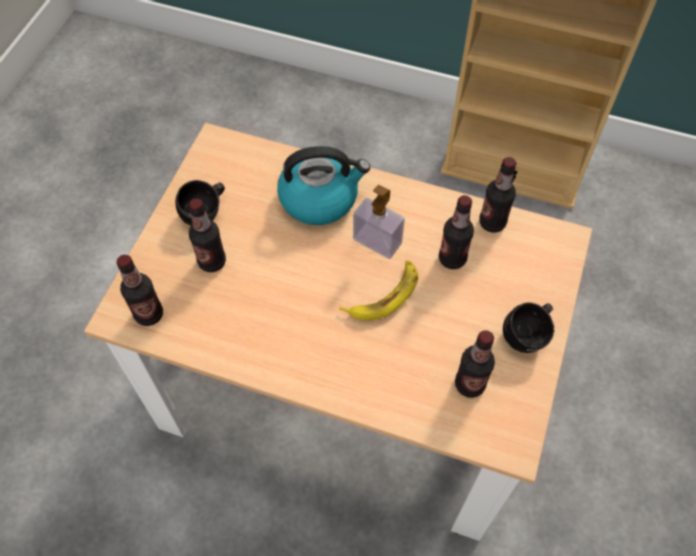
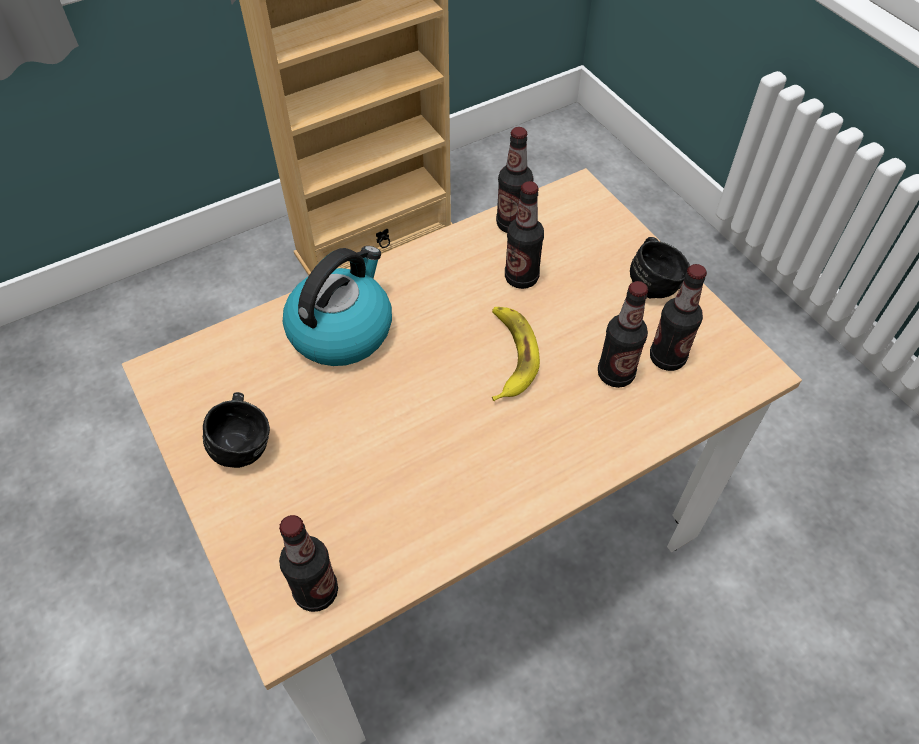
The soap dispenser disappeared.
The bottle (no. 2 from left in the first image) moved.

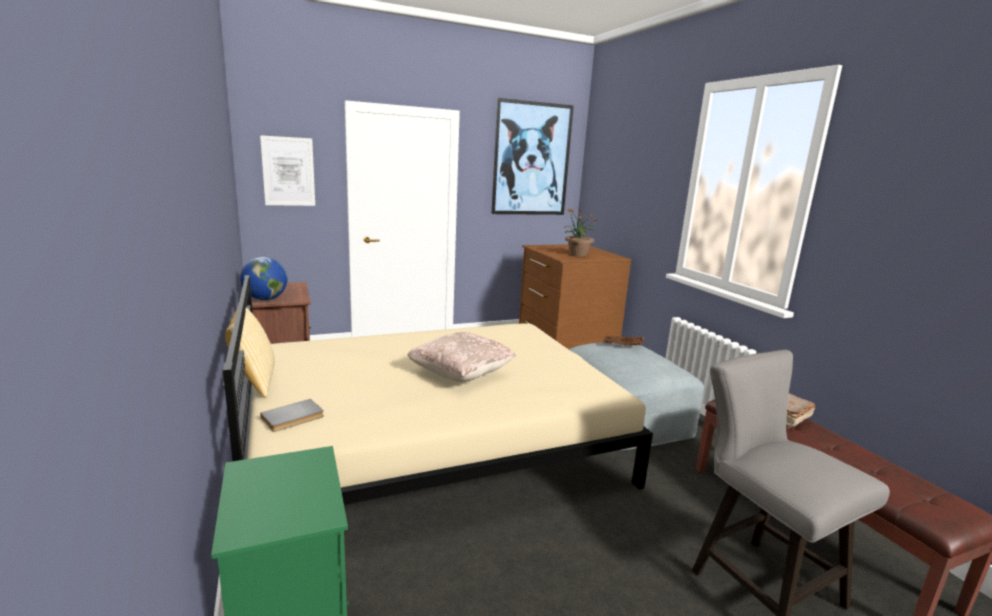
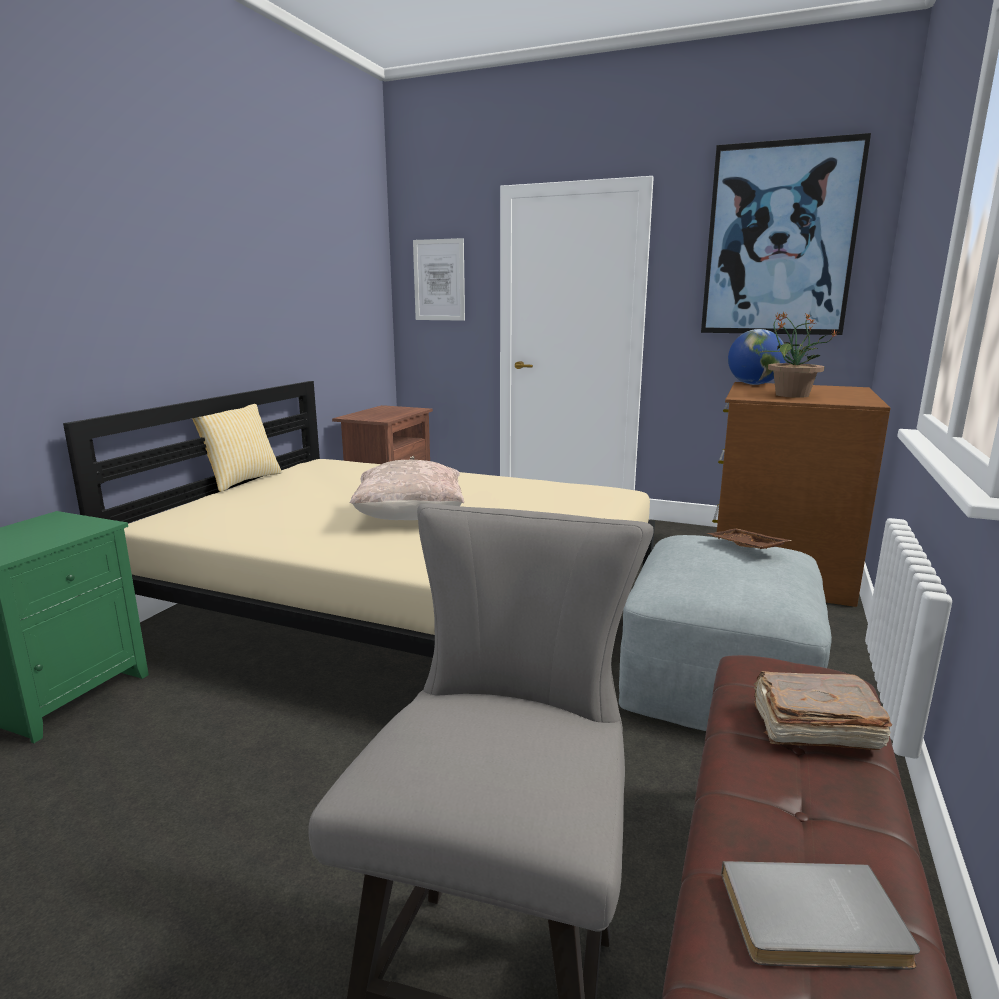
The globe moved.
The grey book moved.

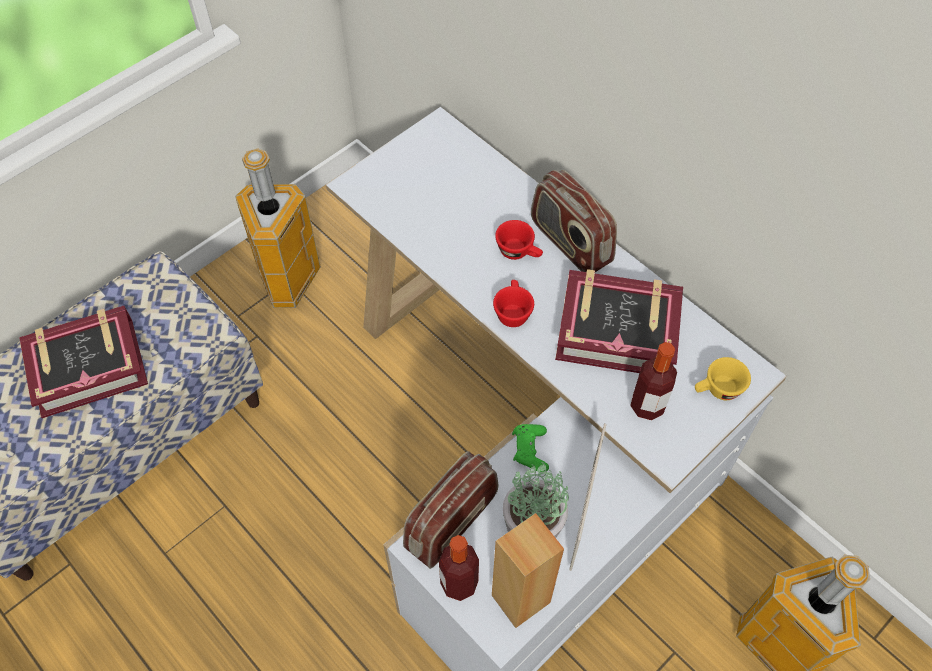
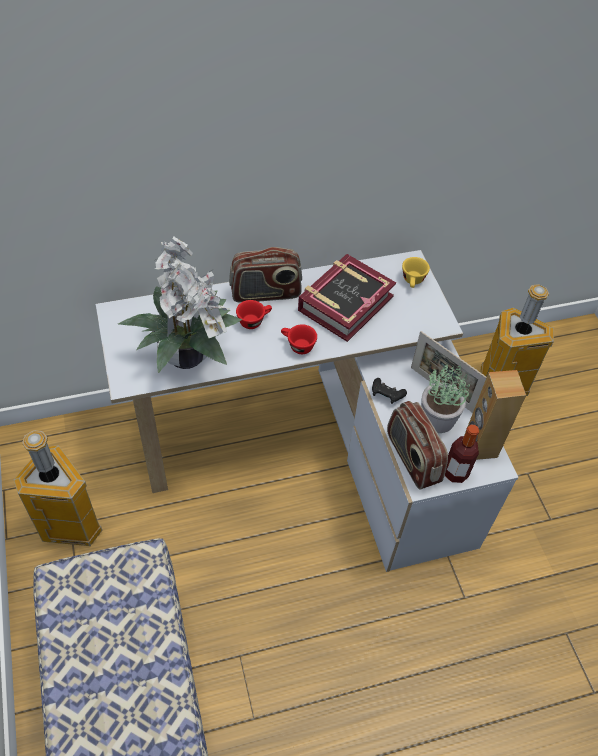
The book (no. 1 from left) disappeared.
The bottle (no. 2 from left) disappeared.
The green game controller became the black game controller.
The potted plant (no. 1 from left) appeared.

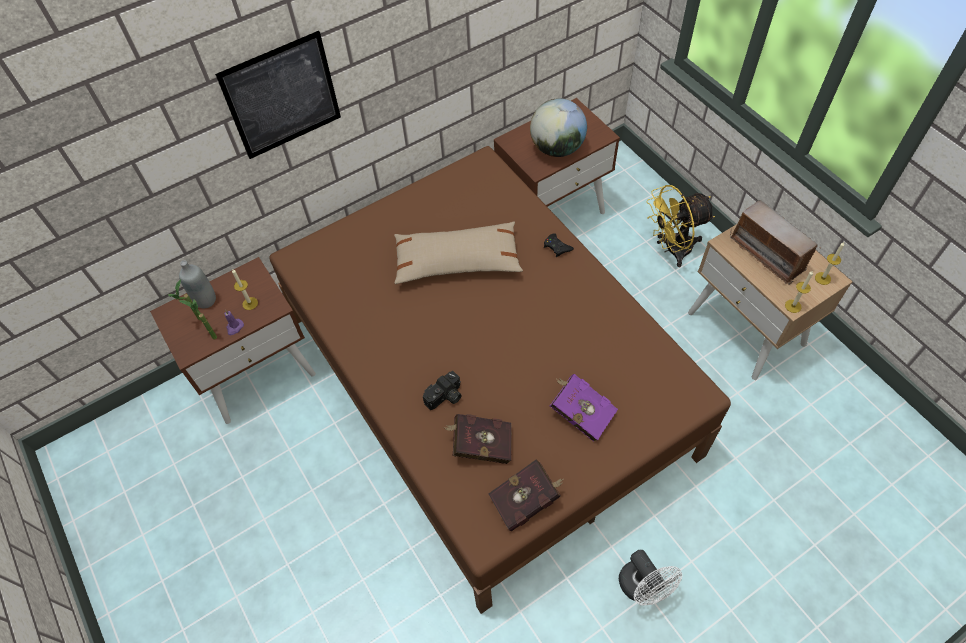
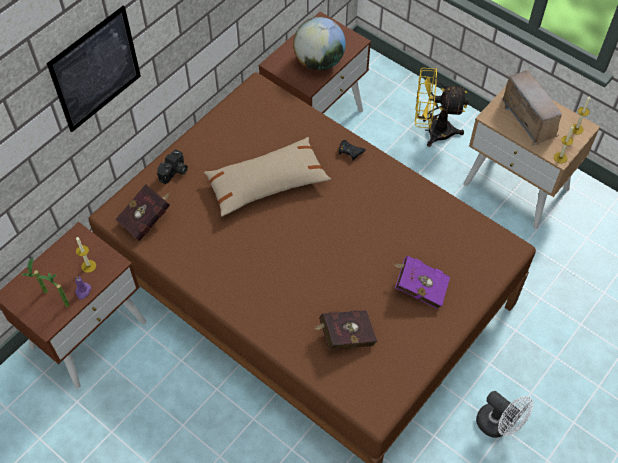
The yellow fan turned 45 degrees clockwise.
The radio turned 150 degrees counterclockwise.
The grey bottle disappeared.
The photo camera moved.
The red book (no. 2 from left in the first image) moved.

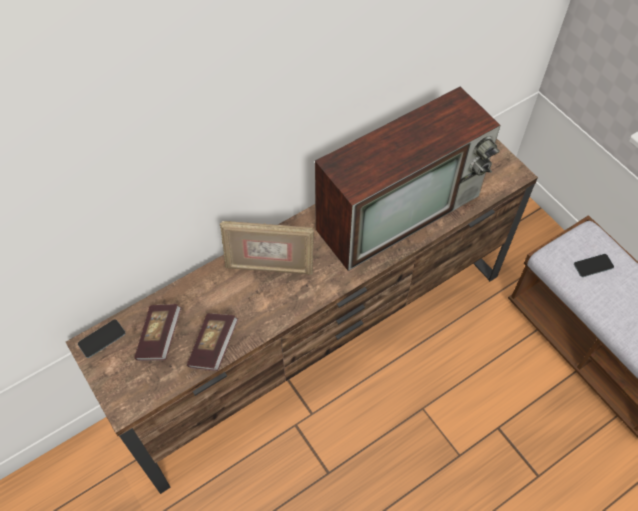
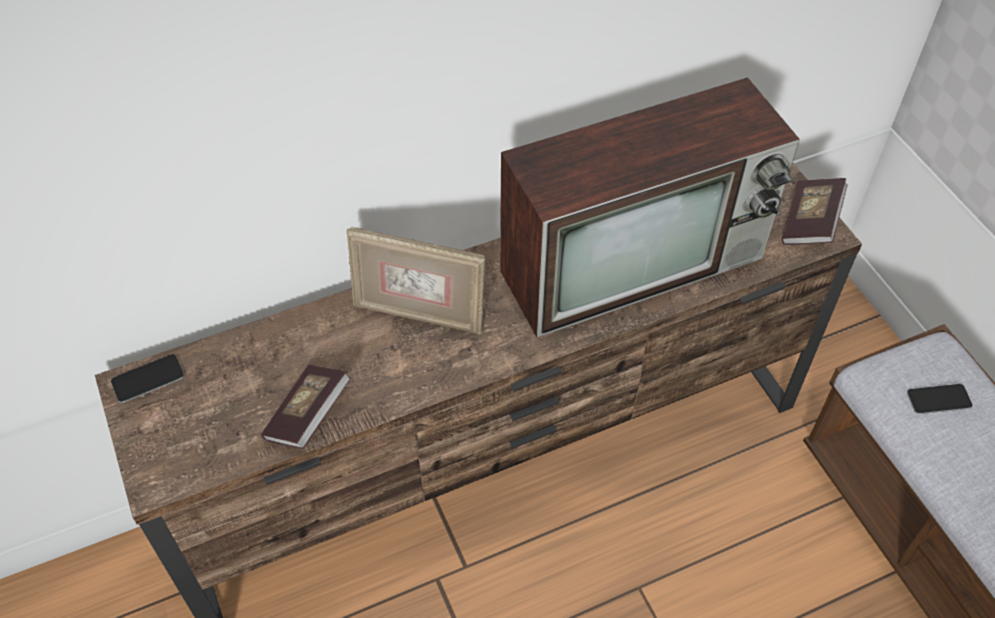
The book (no. 1 from left in the first image) moved.

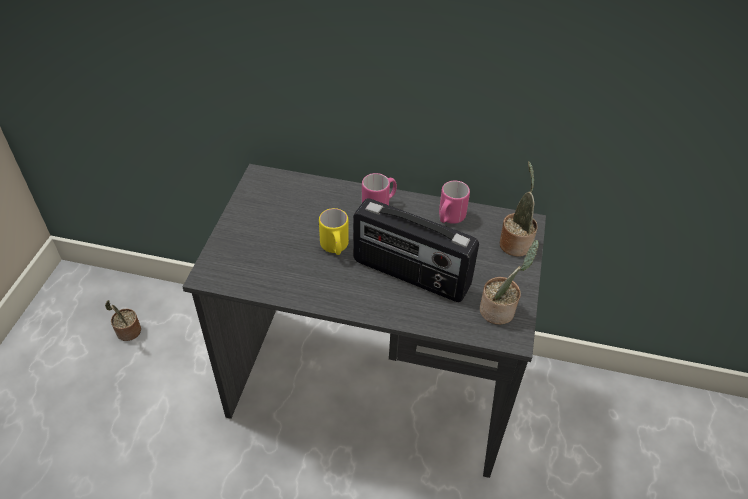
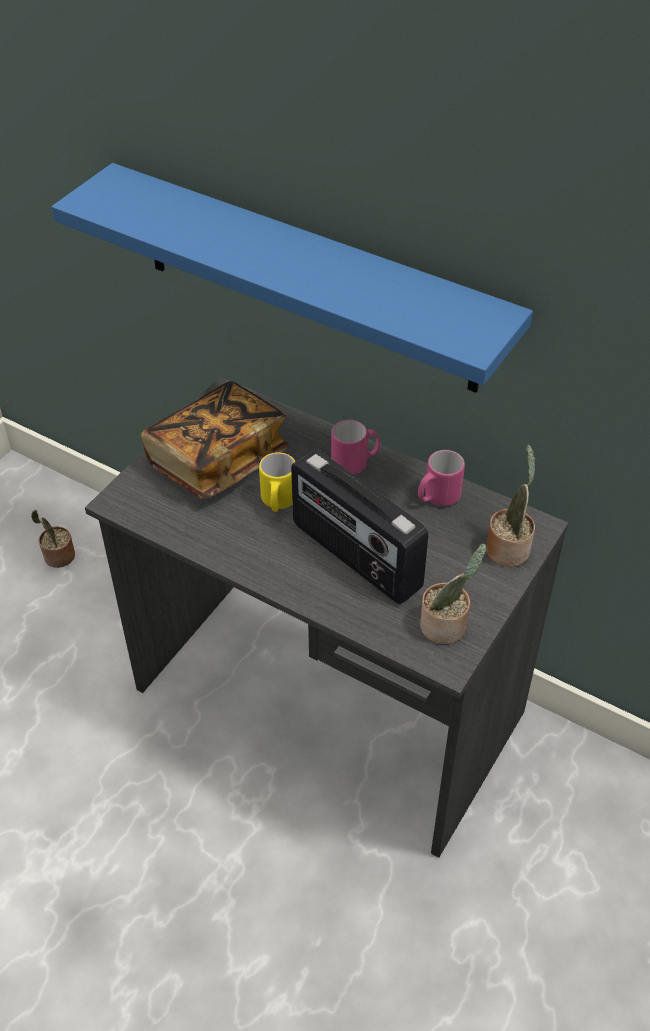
The blue shelf appeared.
The book appeared.

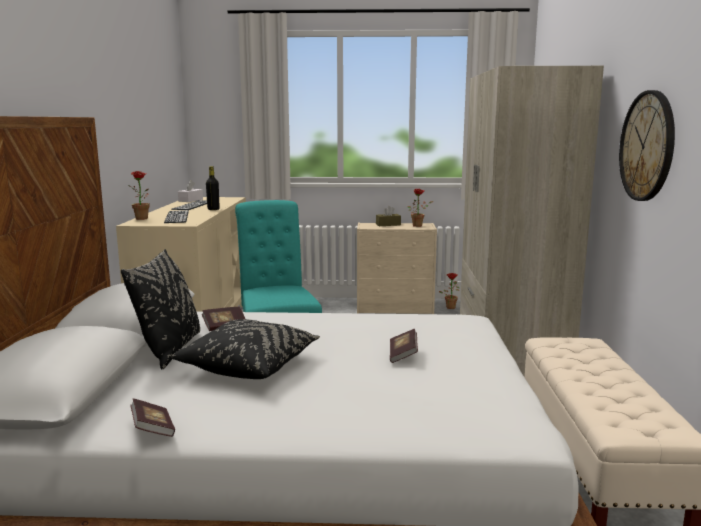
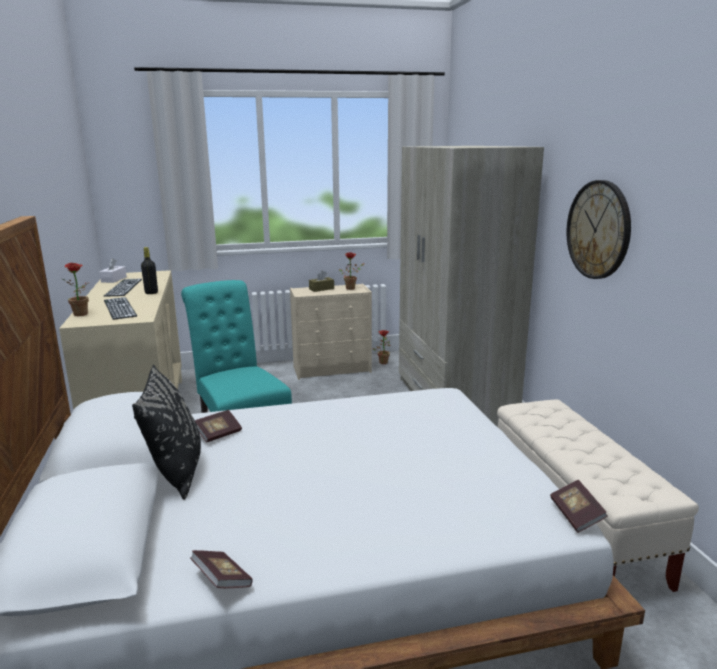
The black pillow (no. 2 from left) disappeared.
The book (no. 3 from left) moved.

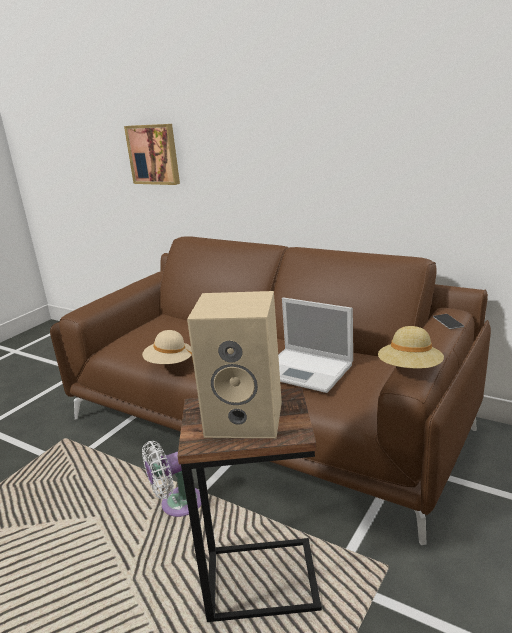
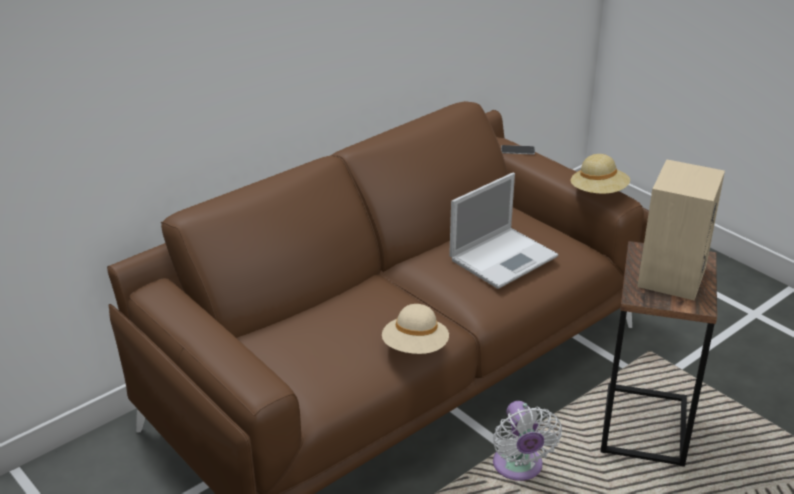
The picture disappeared.

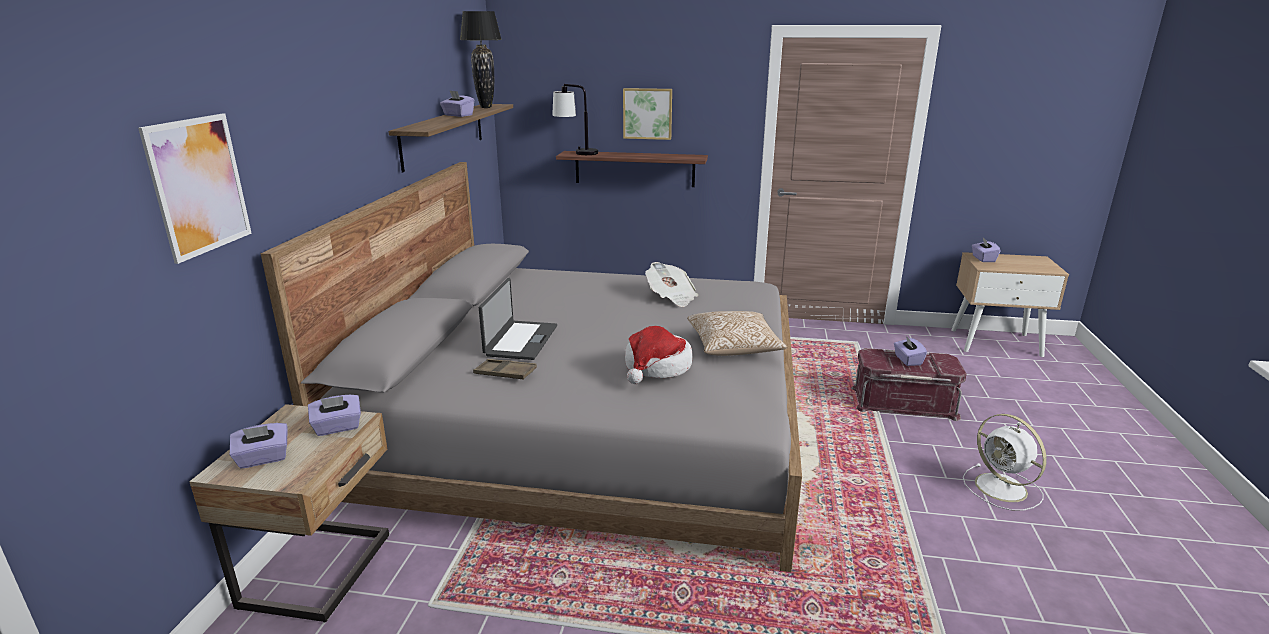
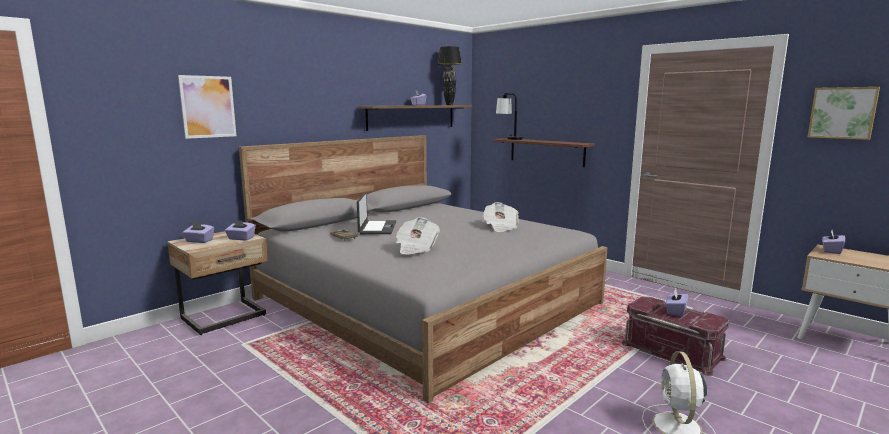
The picture (no. 2 from left) moved.
The laptop turned 45 degrees counterclockwise.
The pillow disappeared.
The hat was replaced by the newspaper (no. 1 from left).

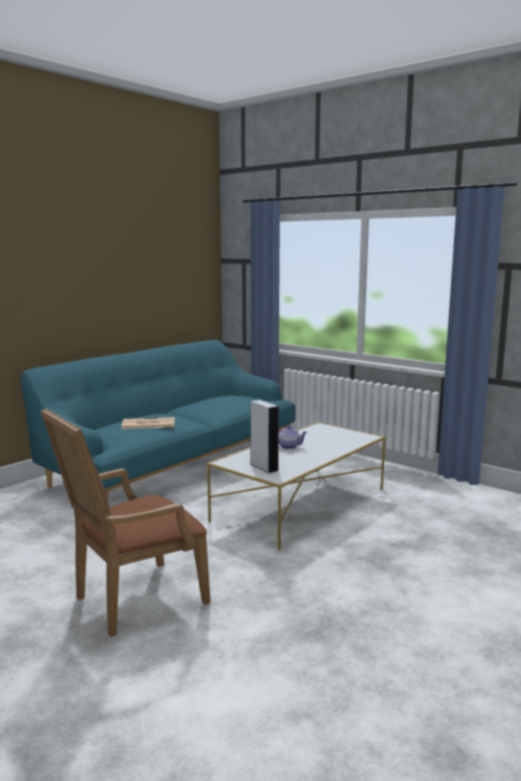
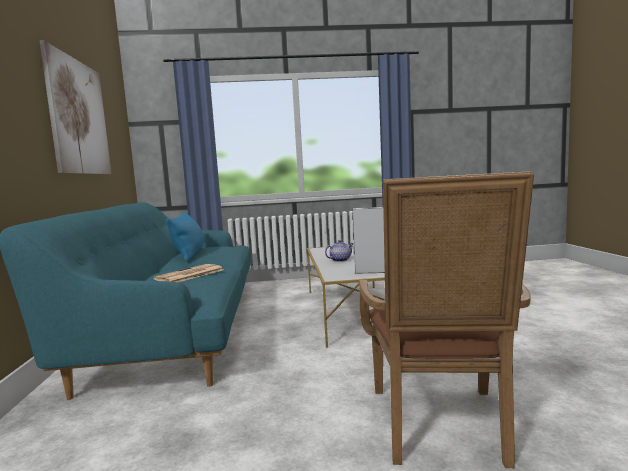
The picture appeared.
The blue pillow appeared.

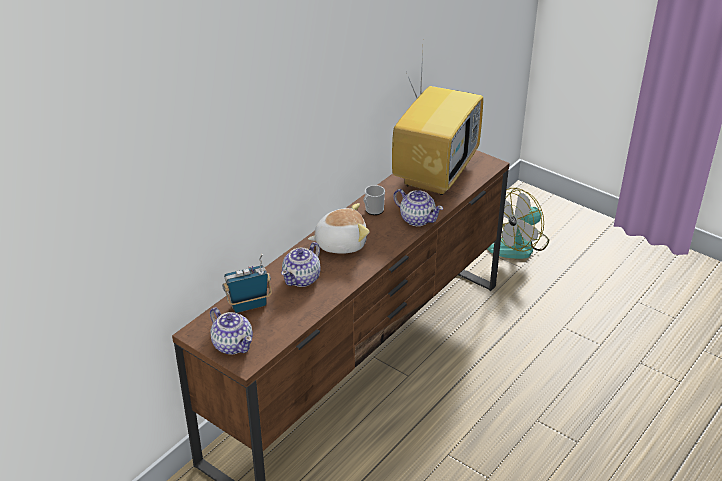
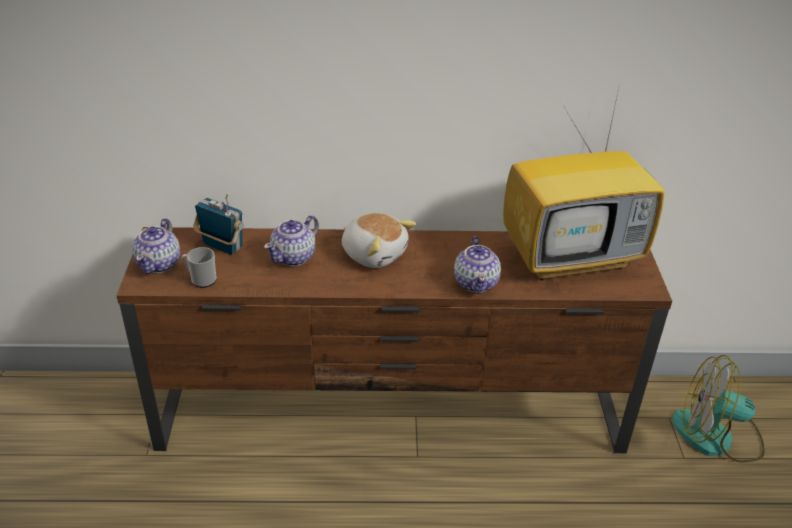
The mug moved.
The teapot (no. 2 from left) turned 45 degrees counterclockwise.

